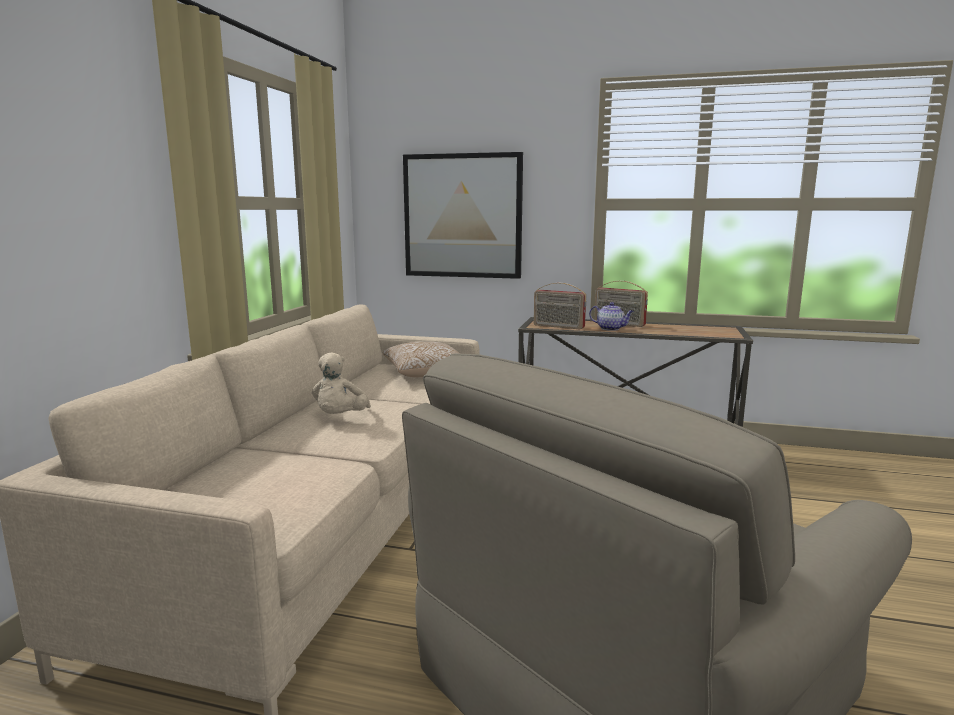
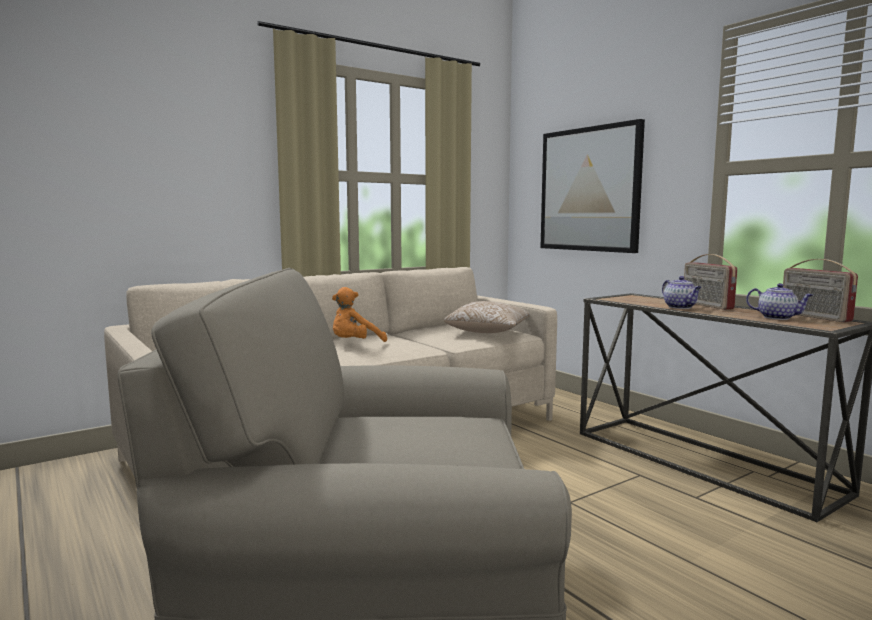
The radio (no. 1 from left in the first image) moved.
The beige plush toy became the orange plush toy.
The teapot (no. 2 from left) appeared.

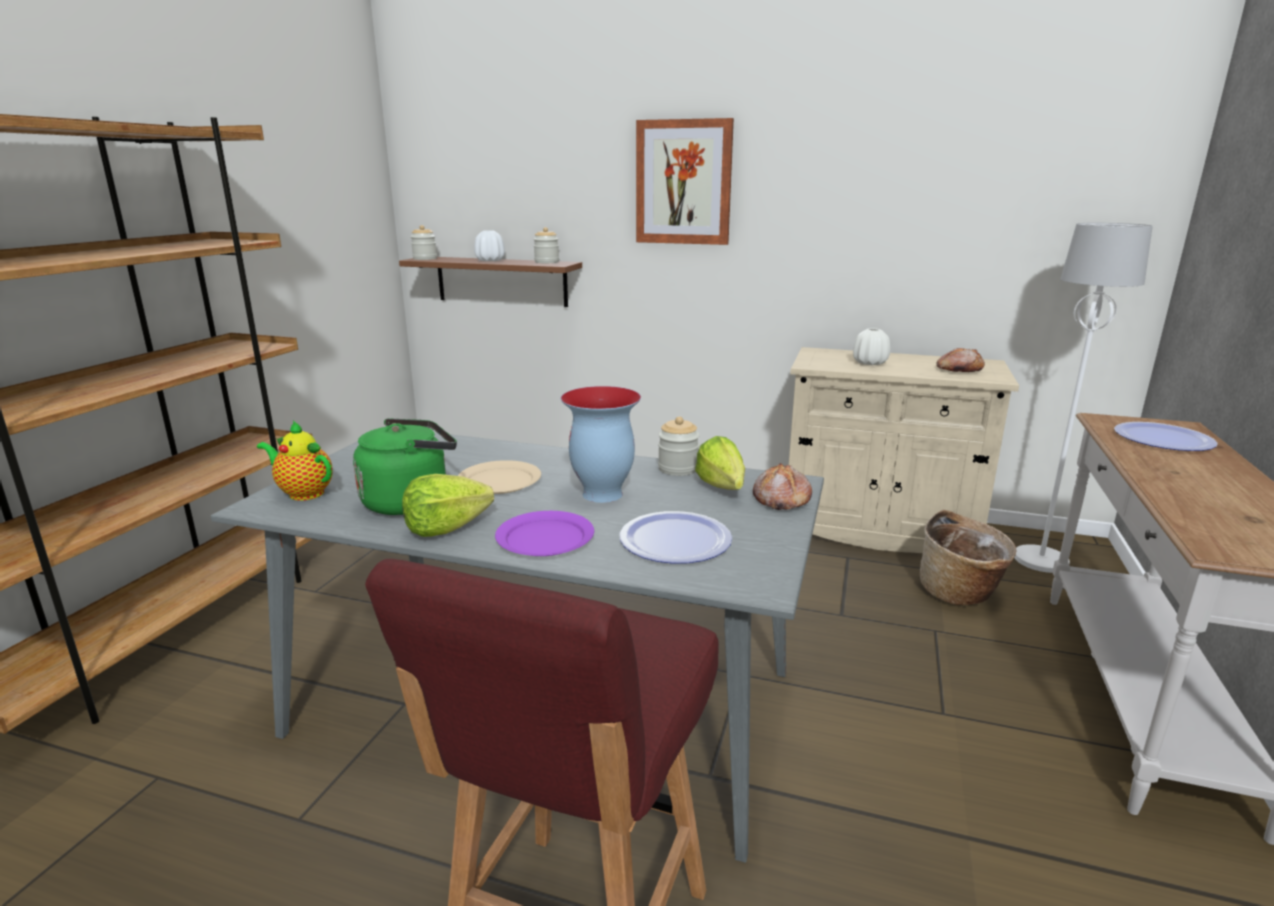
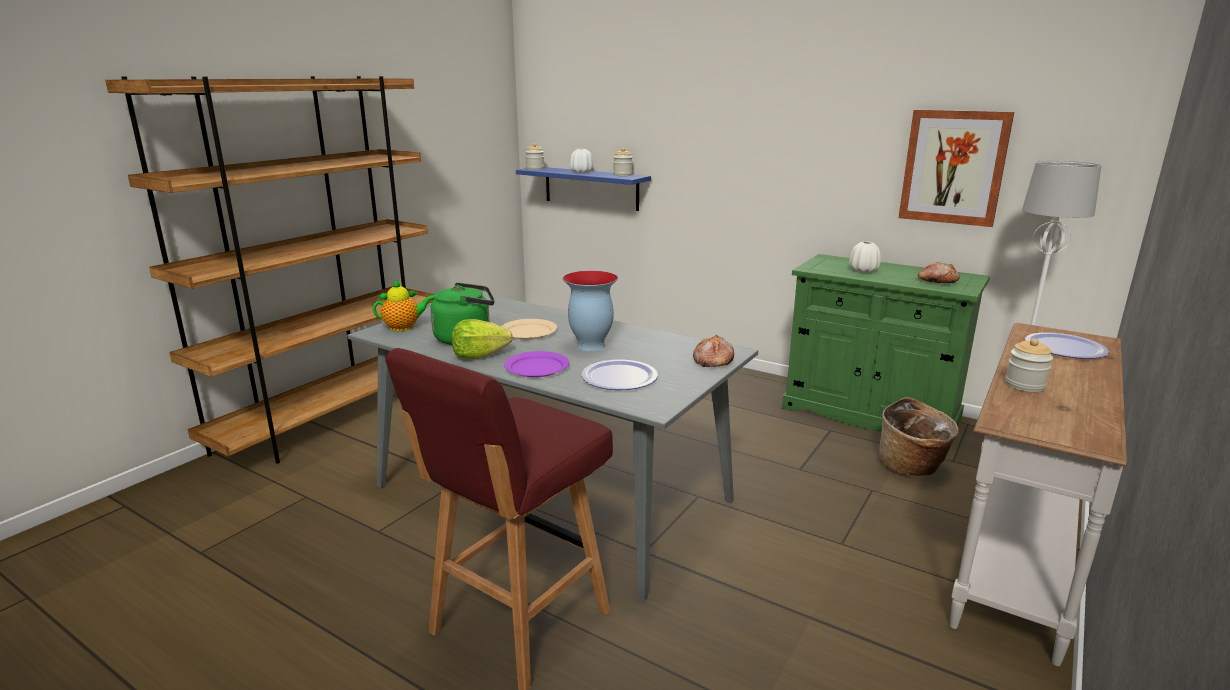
The picture moved.
The brown shelf became the blue shelf.
The beige cabinet became the green cabinet.
The jar (no. 3 from left) moved.
The teapot turned 120 degrees clockwise.
The lettuce (no. 2 from left) disappeared.

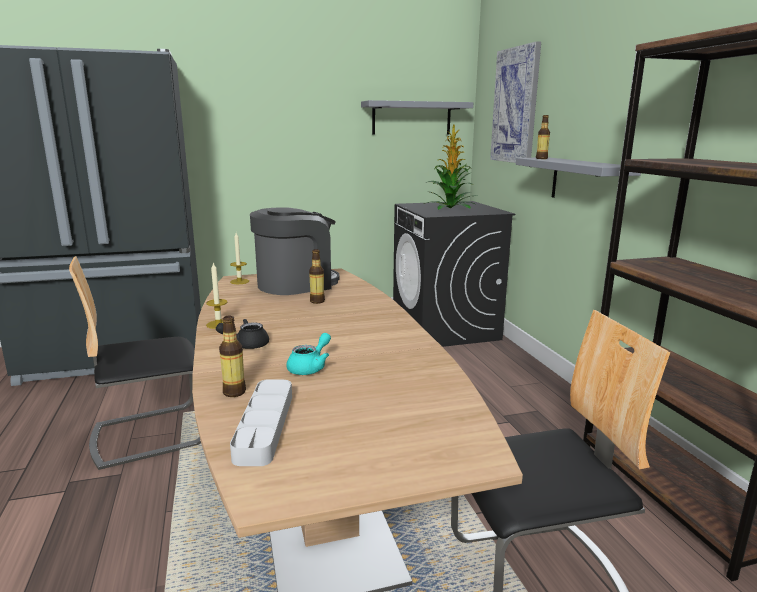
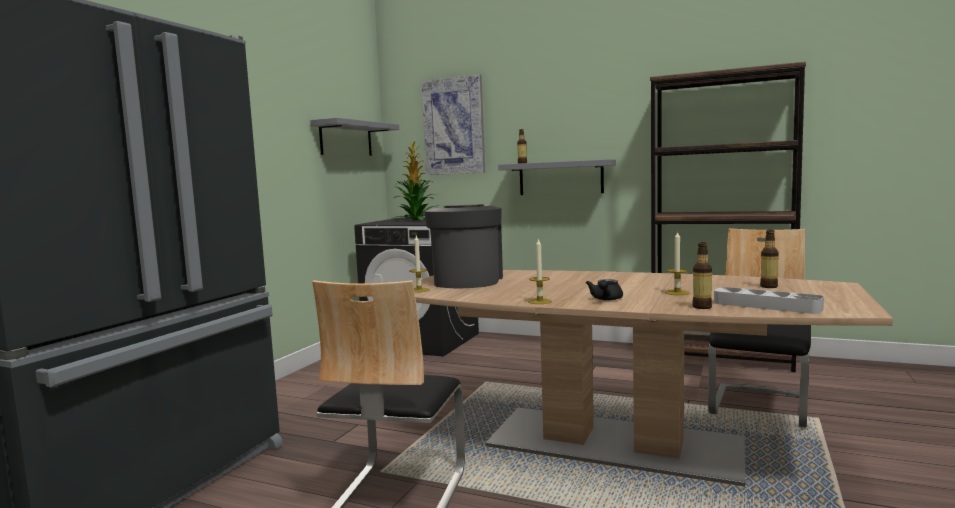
The bottle (no. 2 from left in the first image) moved.
The turquoise teapot was replaced by the candle (no. 3 from left).

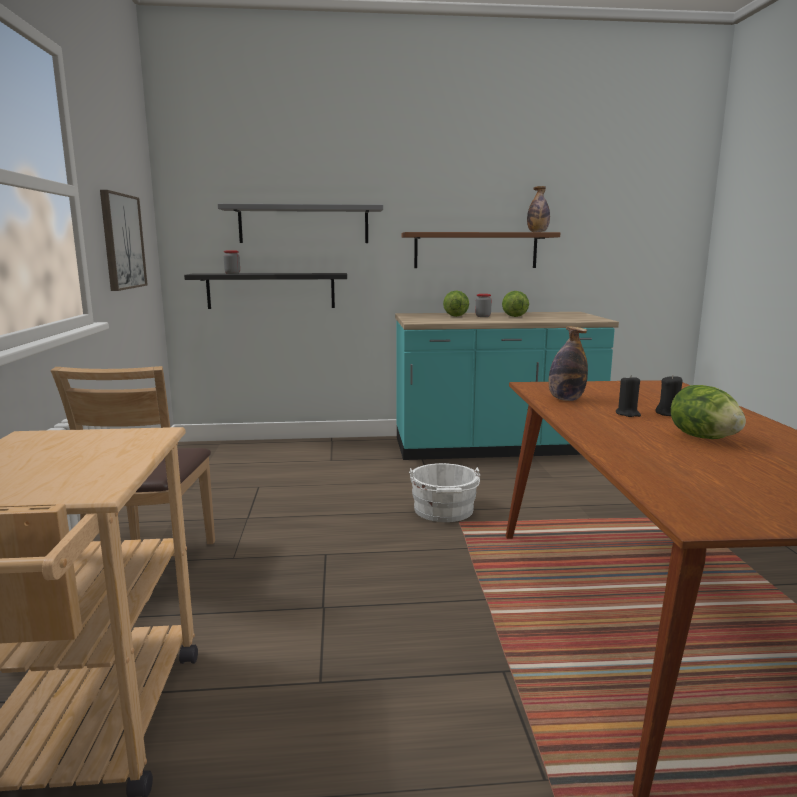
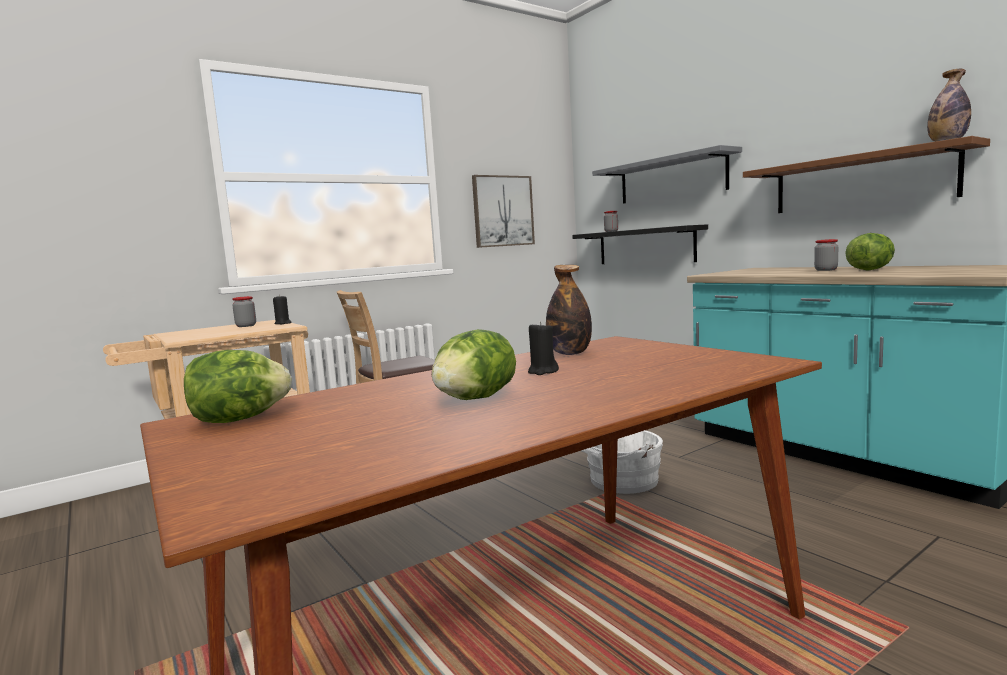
The lettuce (no. 1 from left) moved.
The black candle (no. 2 from left in the first image) moved.
The jar (no. 1 from left) appeared.

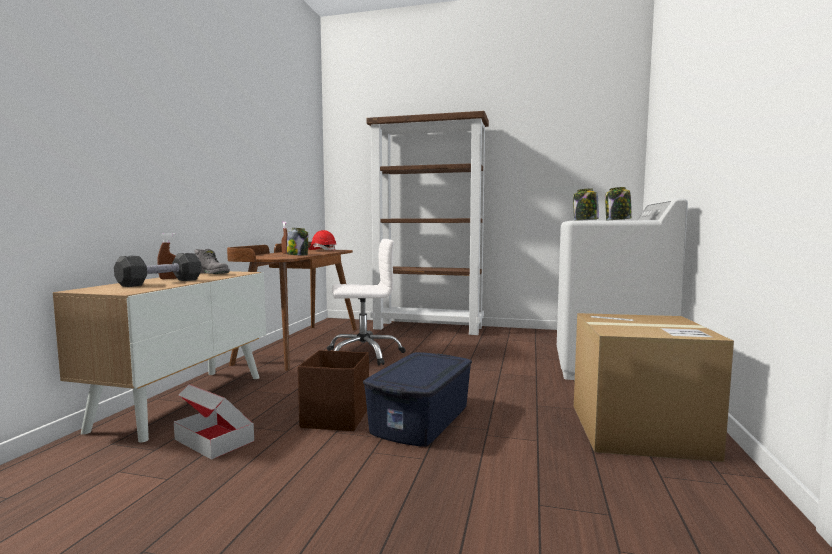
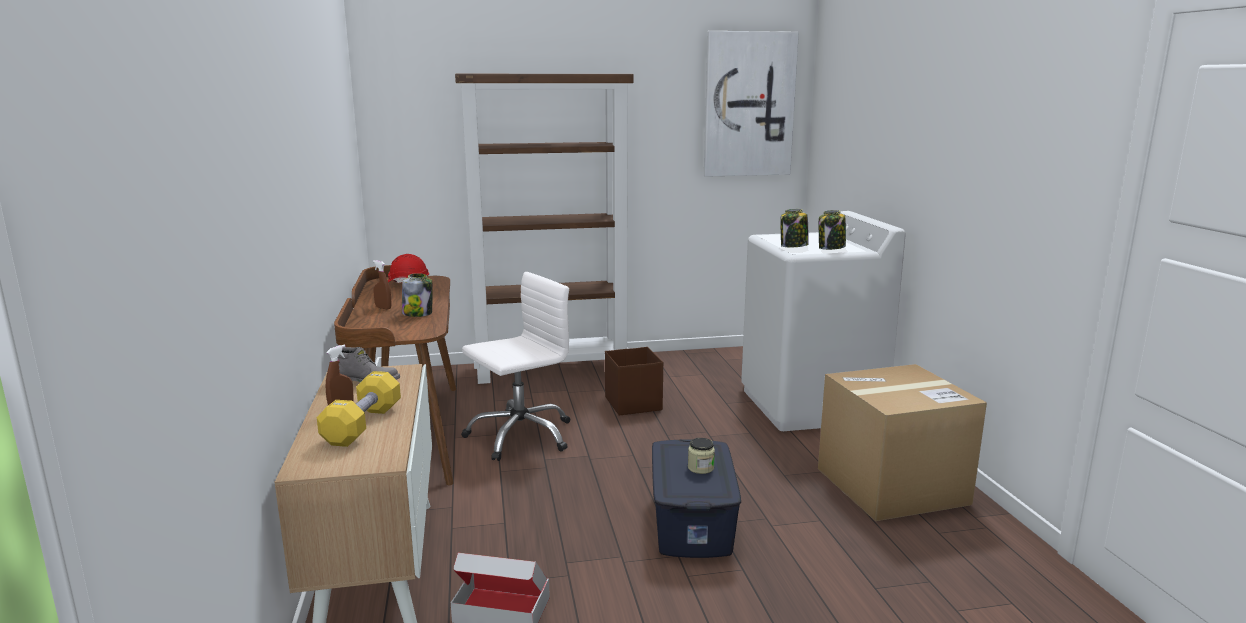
The black dumbbell became the yellow dumbbell.
The brown storage box moved.
The picture appeared.
The jar (no. 2 from left) appeared.

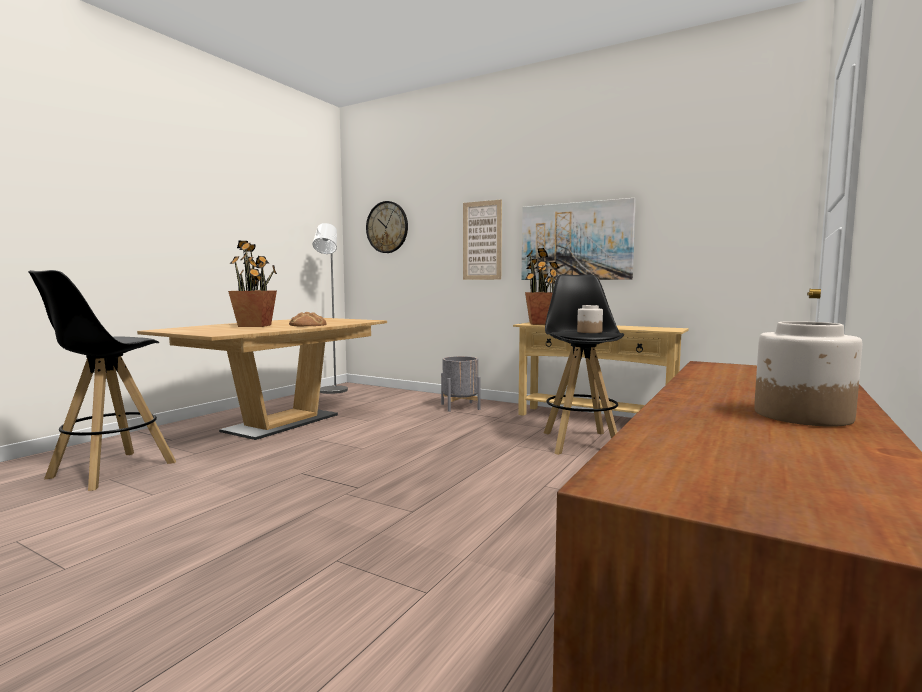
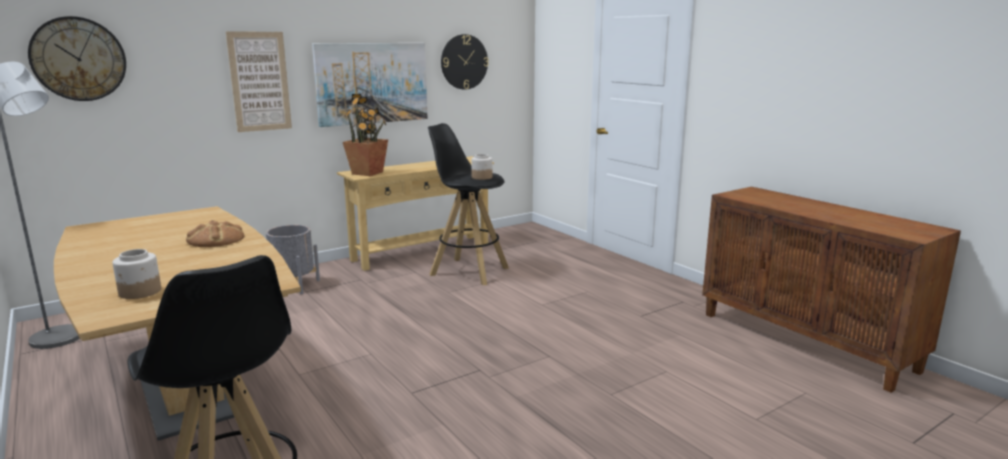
The potted plant (no. 1 from left) disappeared.
The jar (no. 2 from left in the first image) moved.
The wall clock (no. 2 from left) appeared.

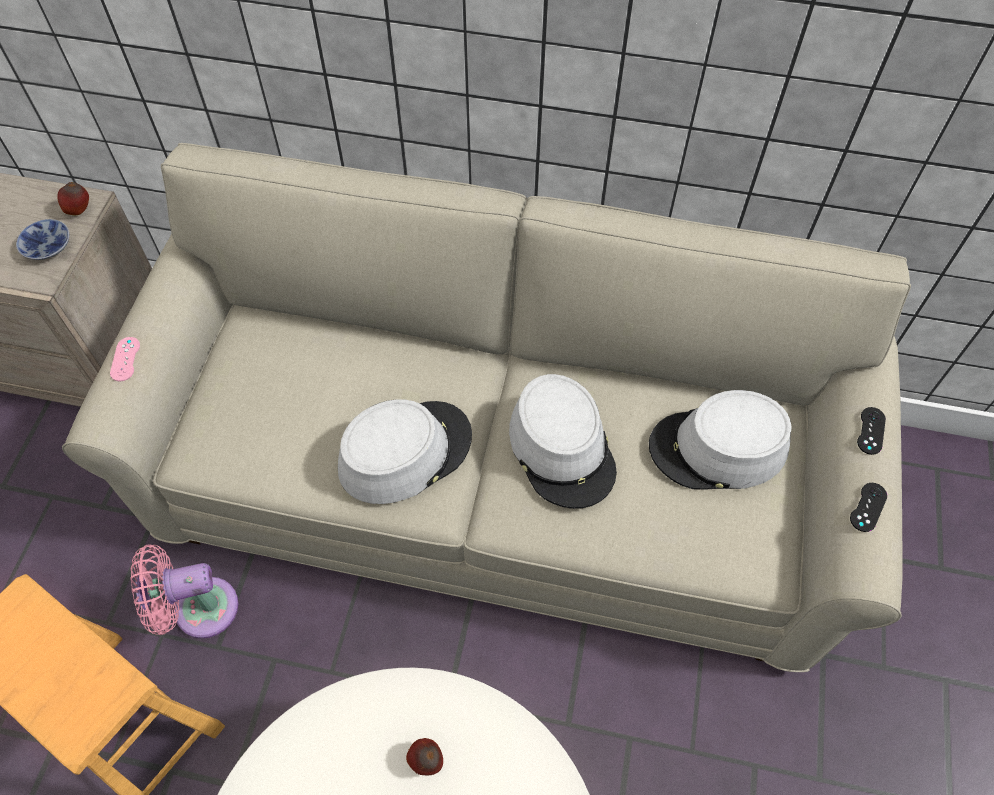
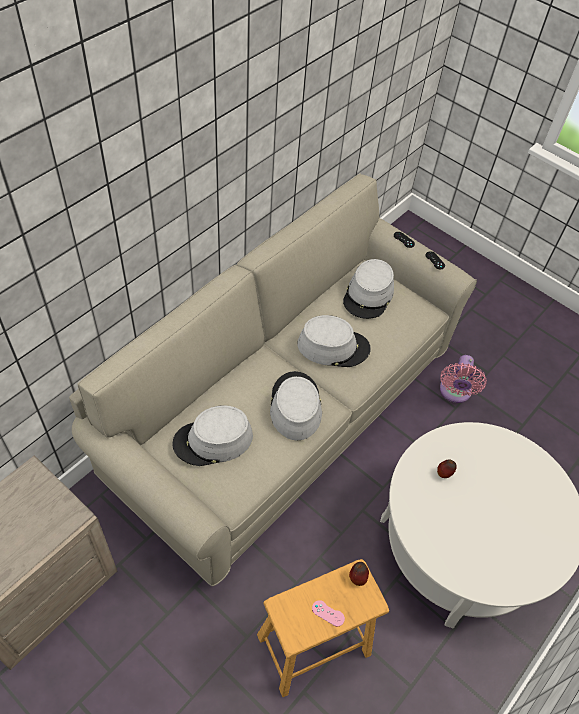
The apple (no. 1 from left) moved.
The bowl disappeared.
The pink game controller moved.
The pink fan moved.
The grey hat (no. 1 from left) appeared.

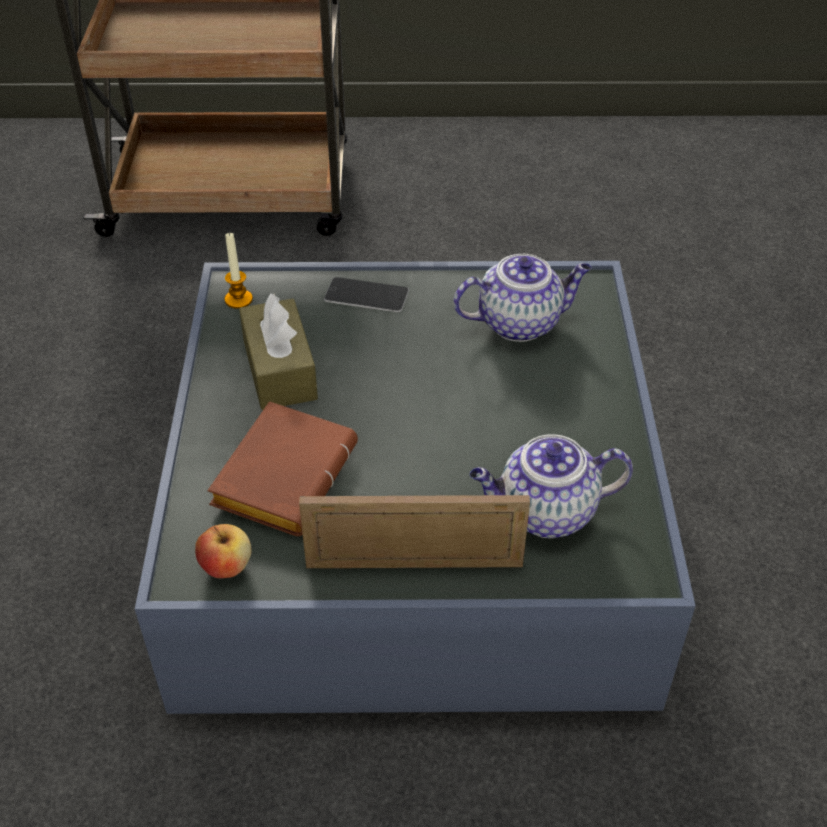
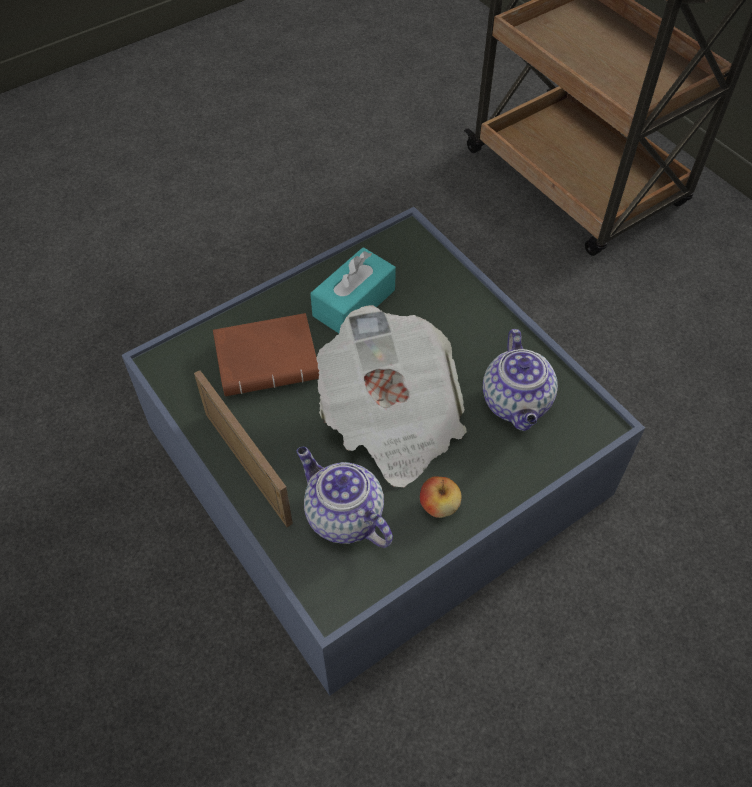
The candle disappeared.
The teapot (no. 1 from left in the first image) turned 45 degrees clockwise.
The phone disappeared.
The brown tissue box became the turquoise tissue box.
The apple moved.
The newspaper appeared.

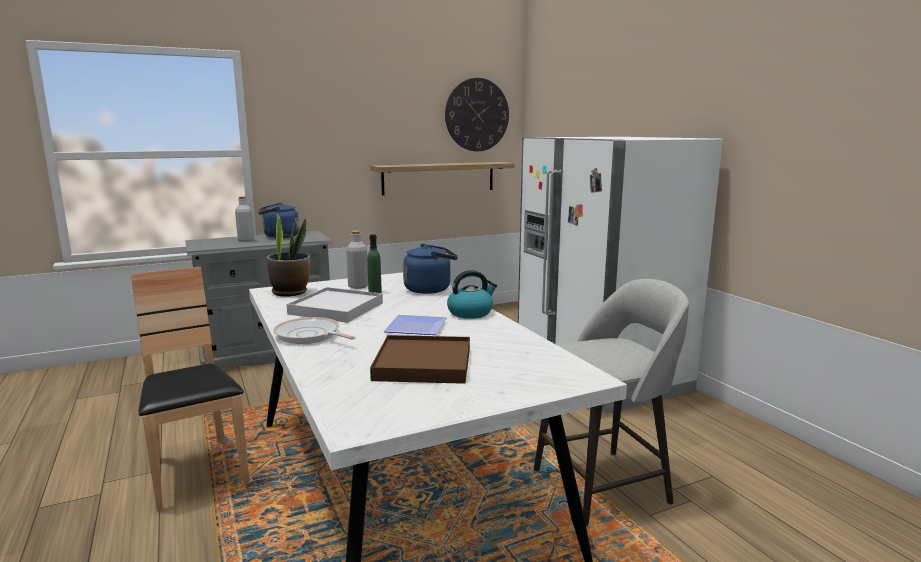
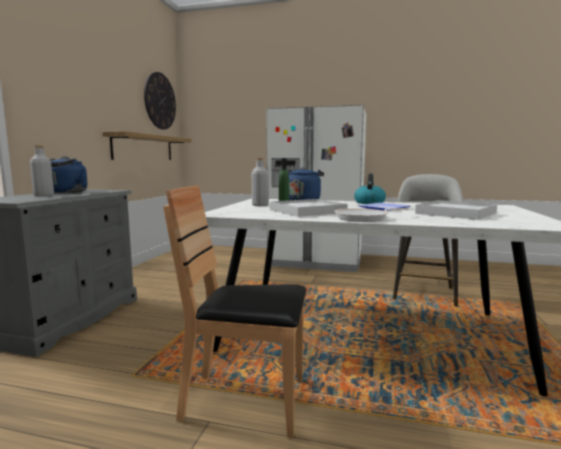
The potted plant disappeared.
The brown tray became the white tray (no. 2 from left).

